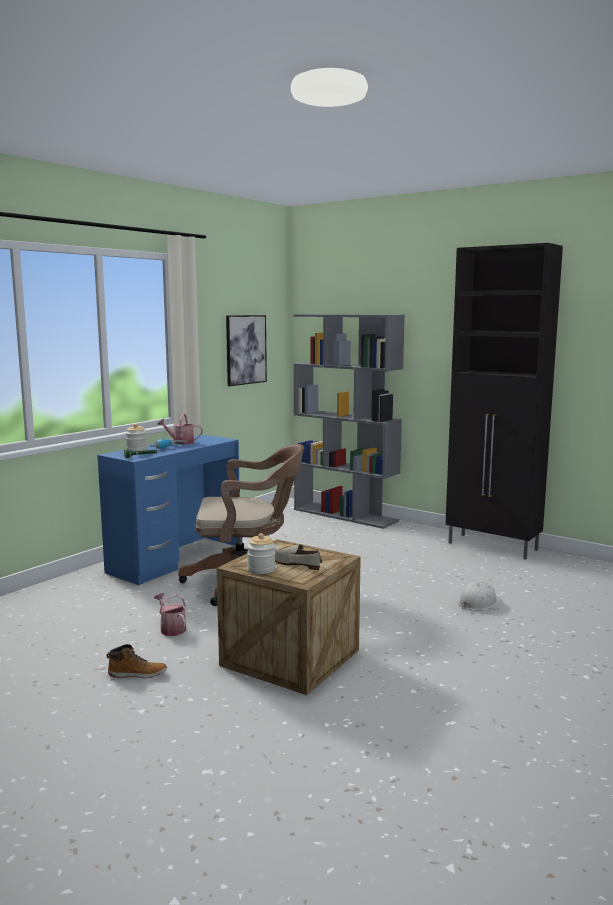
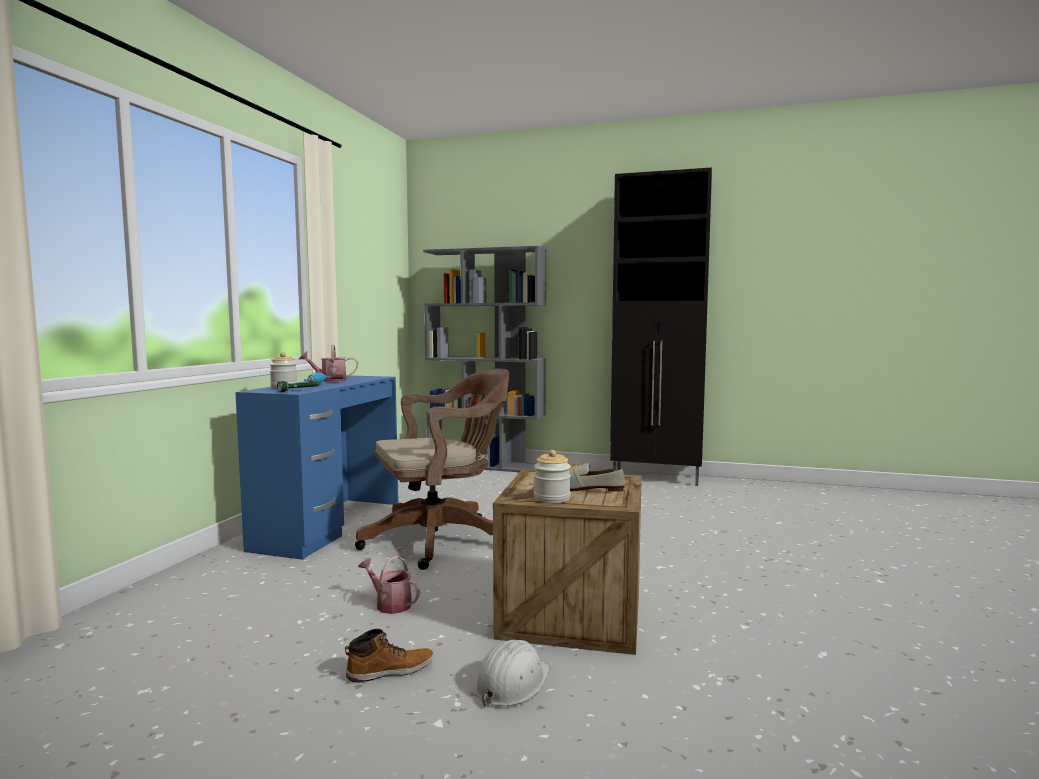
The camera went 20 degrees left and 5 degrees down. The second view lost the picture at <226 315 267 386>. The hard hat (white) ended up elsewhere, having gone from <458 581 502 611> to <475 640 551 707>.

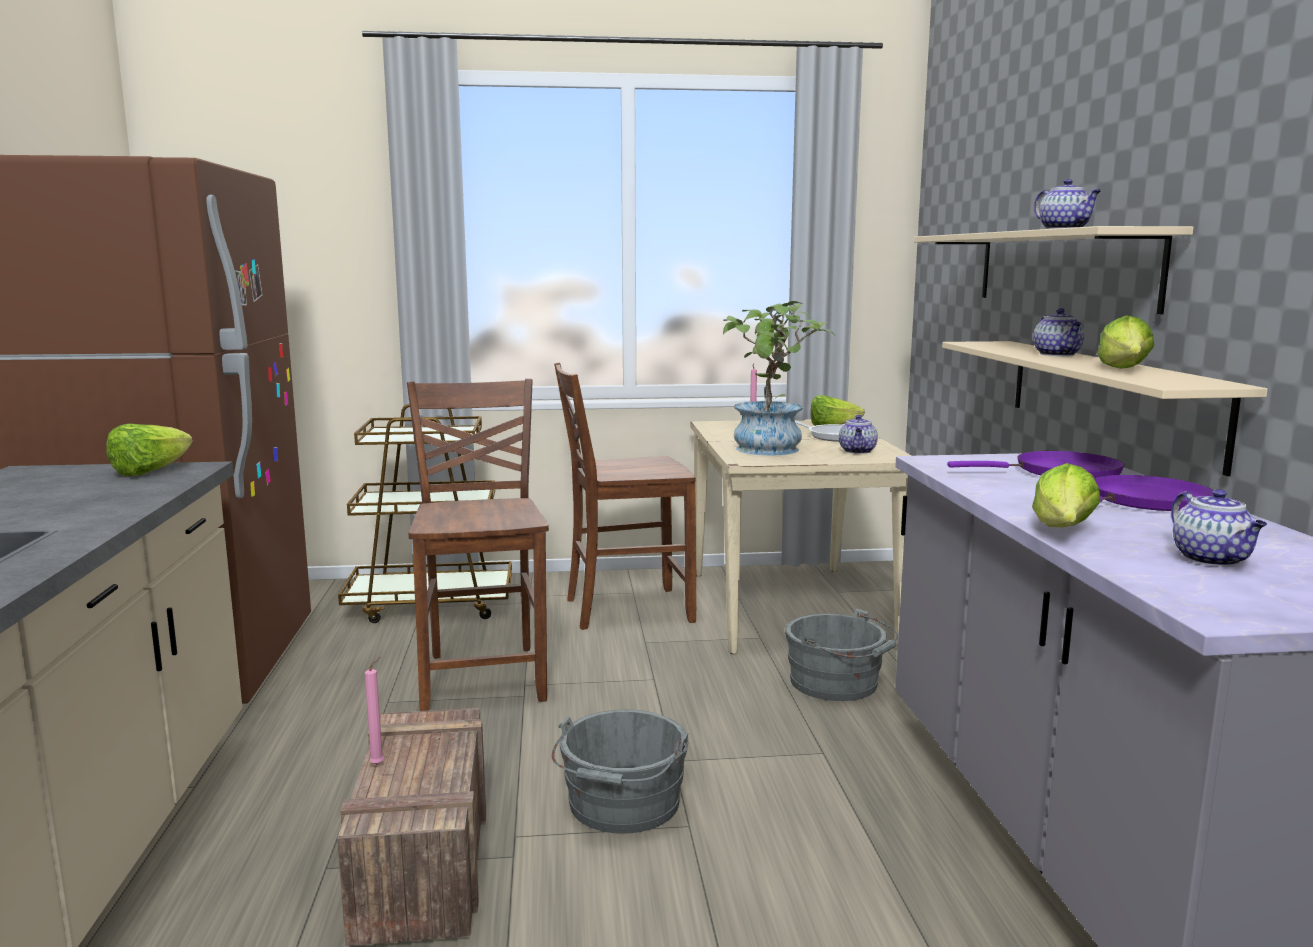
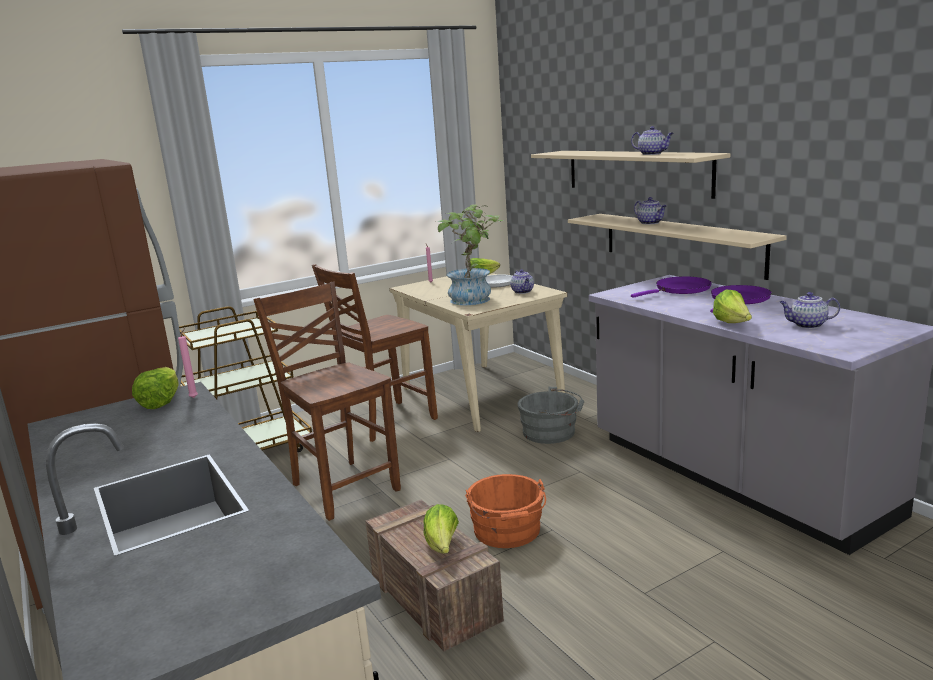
The camera went 25 degrees left and 5 degrees up. The candle (pink) ended up elsewhere, having gone from <365 657 384 765> to <178 328 198 398>. What was the bucket (grey) at <552 709 689 834> turned into the bucket (orange) at <465 474 546 548>. The lettuce ended up elsewhere, having gone from <1097 315 1154 369> to <423 504 459 554>. The teapot at <1171 489 1267 566> ended up facing another way, 135 degrees clockwise from before.

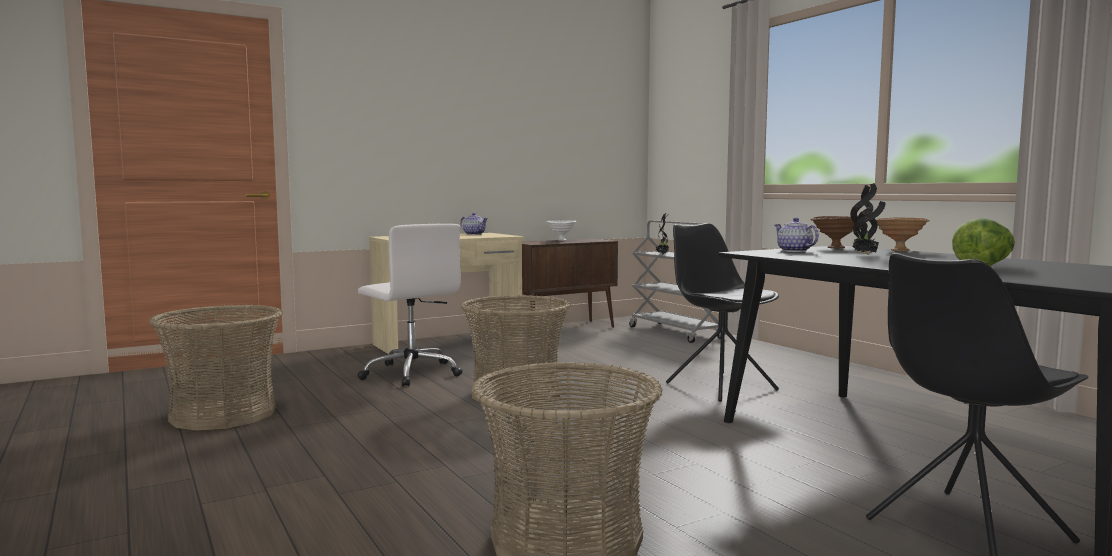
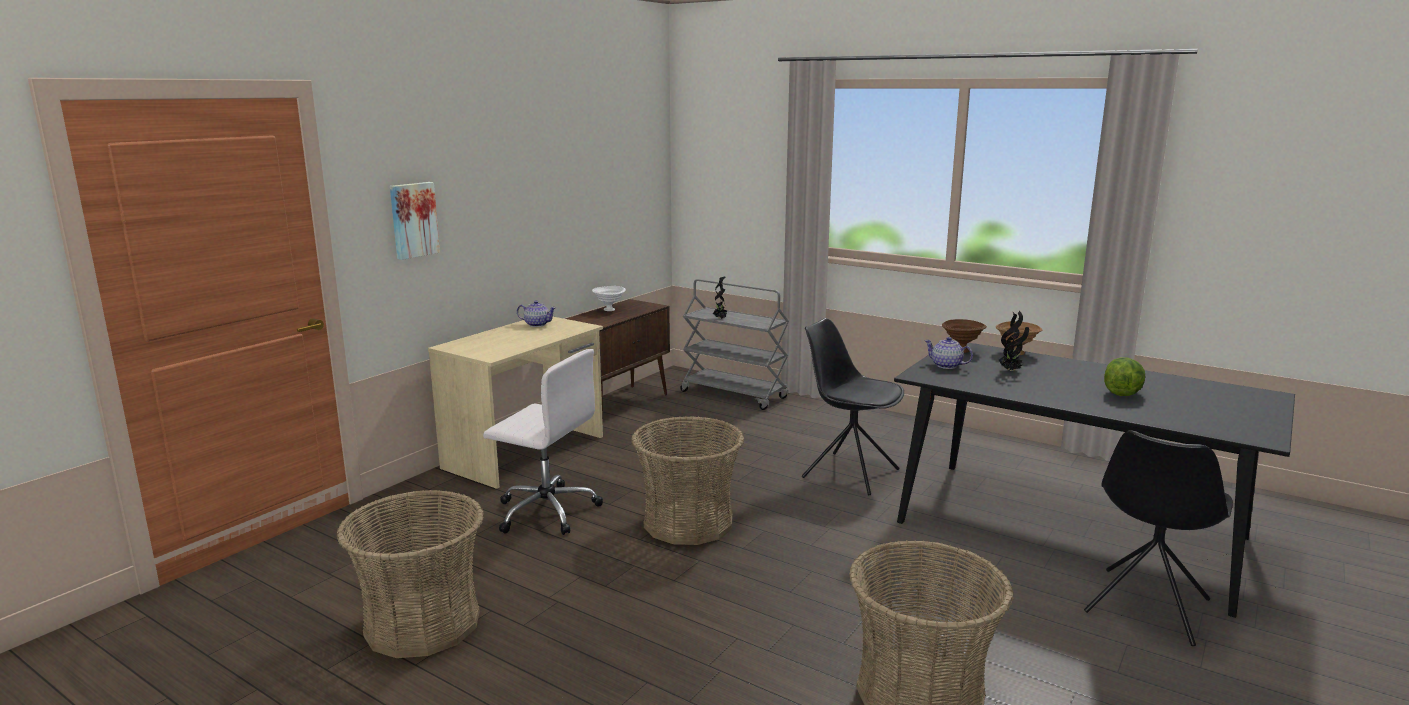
The camera went 25 degrees left and 10 degrees up. The second view gained the picture at <390 182 440 260>.

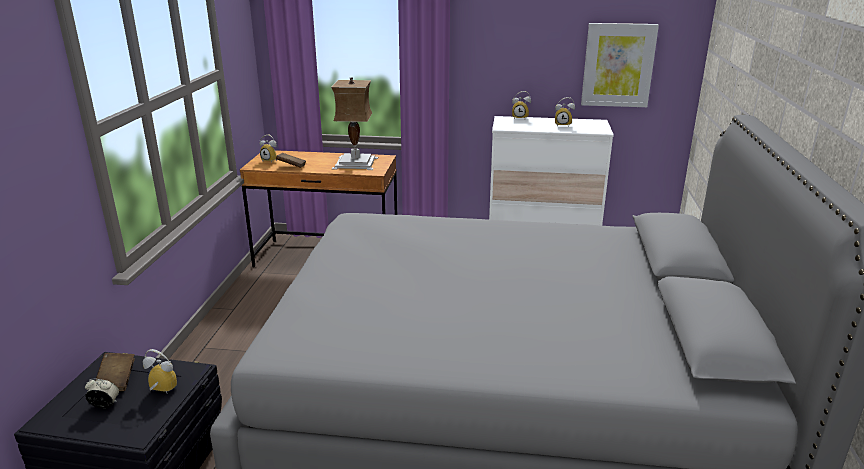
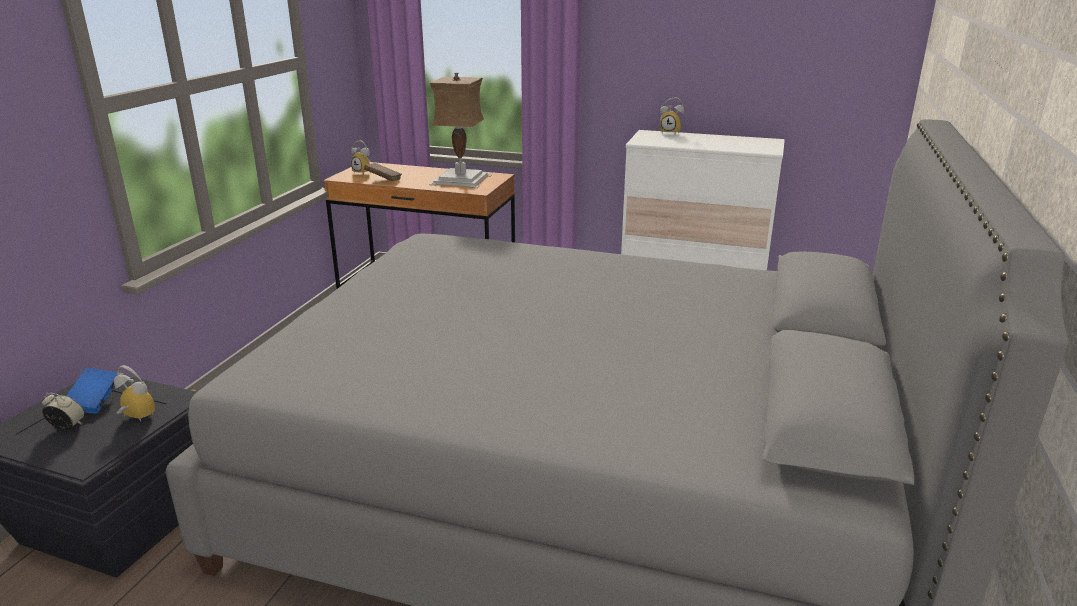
The camera went 10 degrees right and 0 degrees up. What was the book (brown) at <95 353 135 391> turned into the book (blue) at <66 368 117 414>. The second view lost the alarm clock at <555 97 575 127>. The second view lost the picture at <581 23 659 107>.

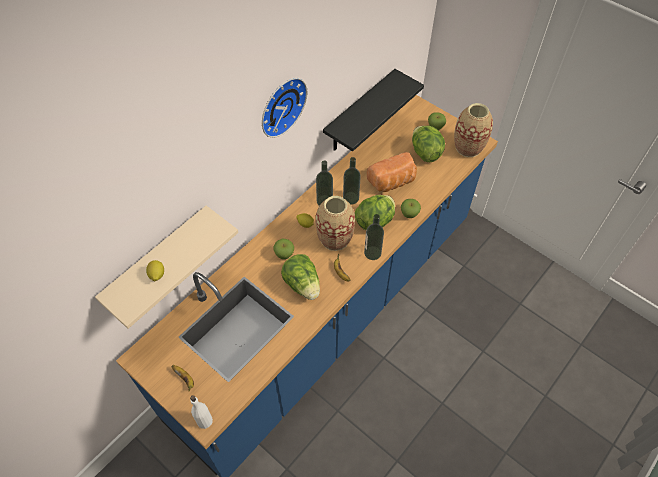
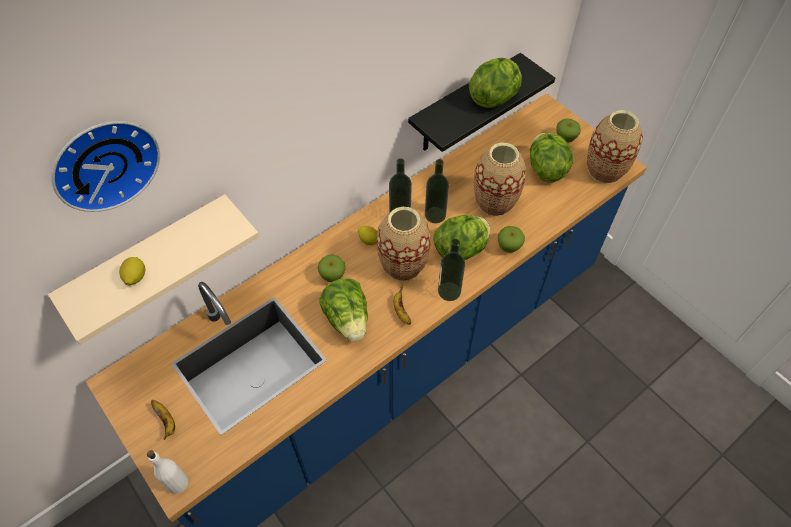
The camera went 10 degrees right and 0 degrees up. The wall clock ended up elsewhere, having gone from <262 78 307 138> to <52 121 160 212>. Where the bread stood at <367 152 417 192>, the vase came to stand at <474 143 526 217>. The second view gained the lettuce at <469 57 522 108>.

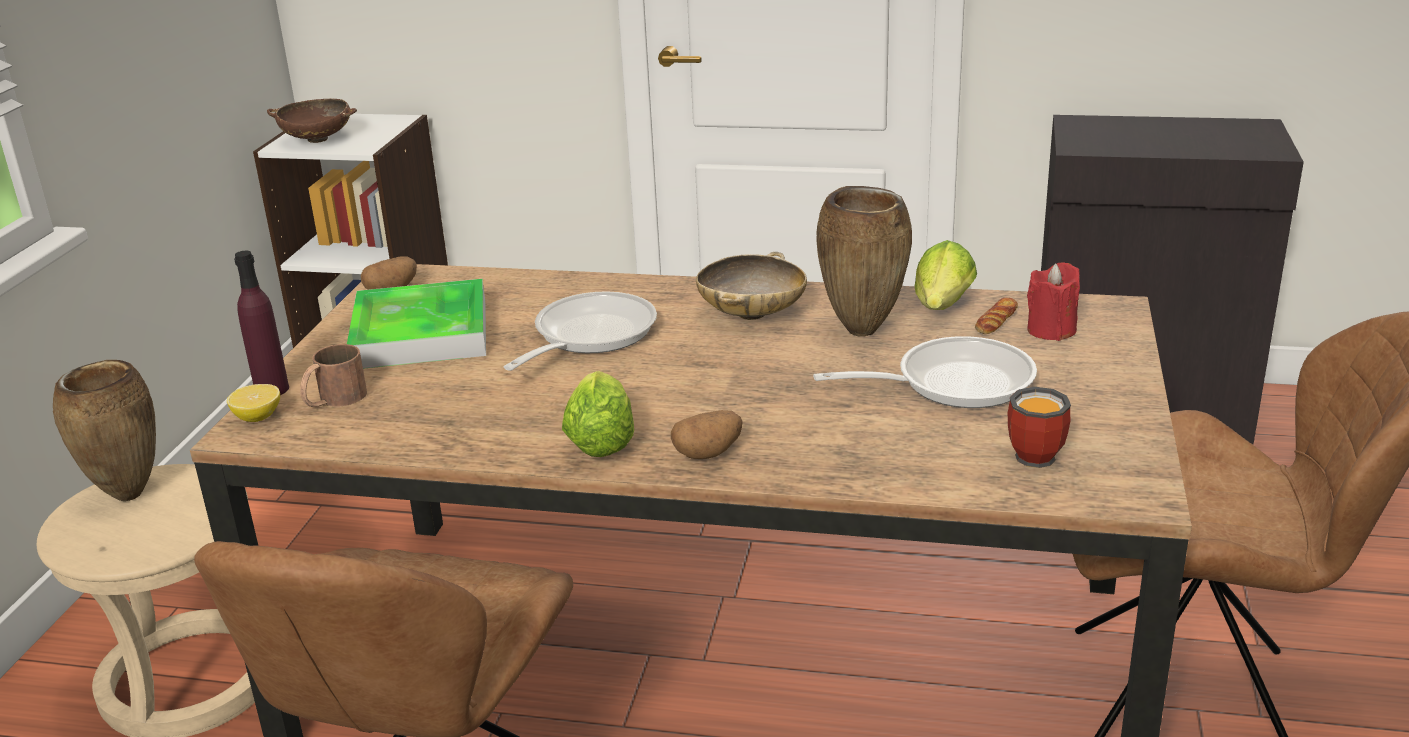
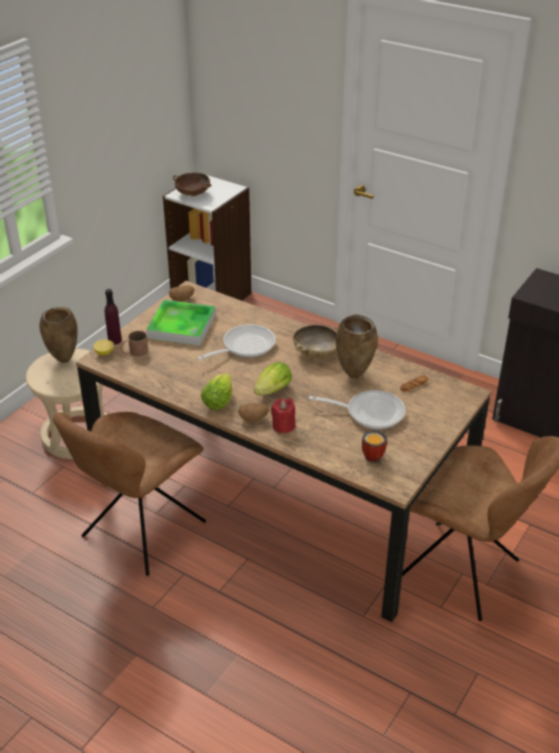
The camera went 20 degrees right and 10 degrees up. The lettuce ended up elsewhere, having gone from <914 240 977 310> to <254 362 292 395>. The candle (red) ended up elsewhere, having gone from <1027 262 1080 341> to <271 398 295 434>.

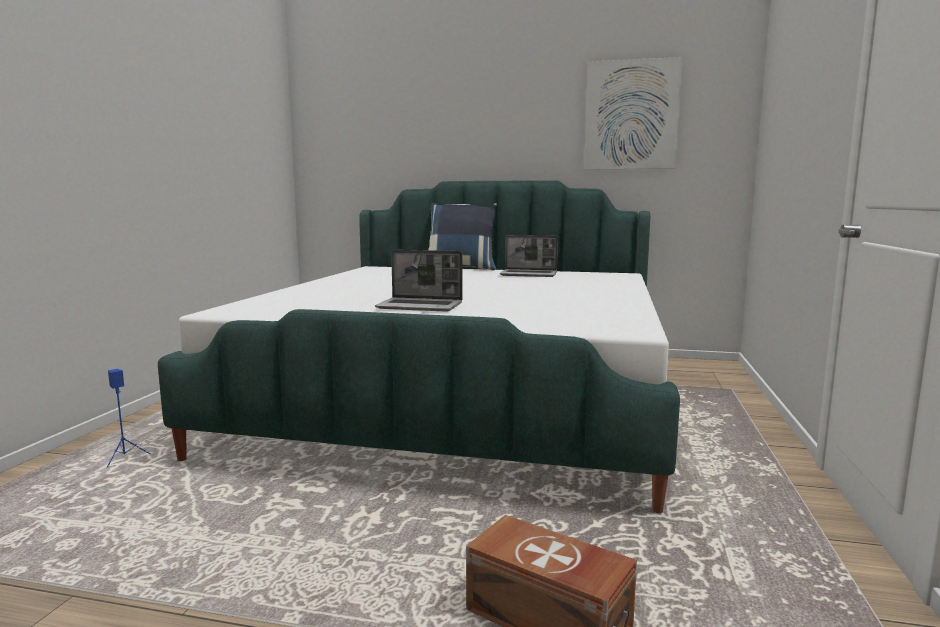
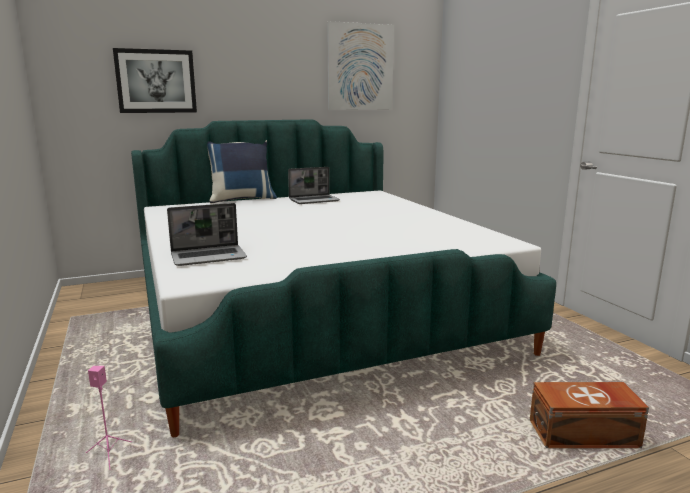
The camera went 35 degrees left and 5 degrees up. What was the speaker (blue) at <107 369 150 467> turned into the speaker (pink) at <86 366 132 470>. The laptop ended up elsewhere, having gone from <375 250 462 312> to <167 203 247 266>. The second view gained the picture at <113 48 197 113>.

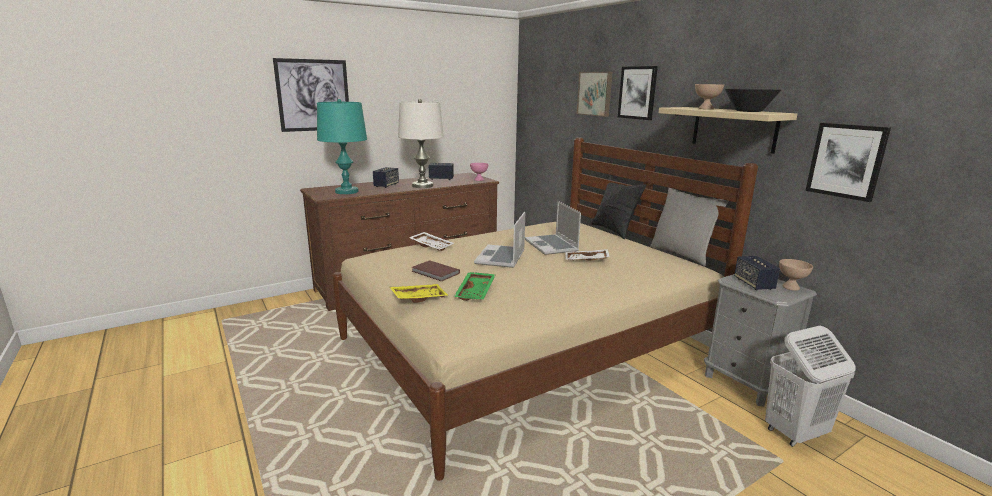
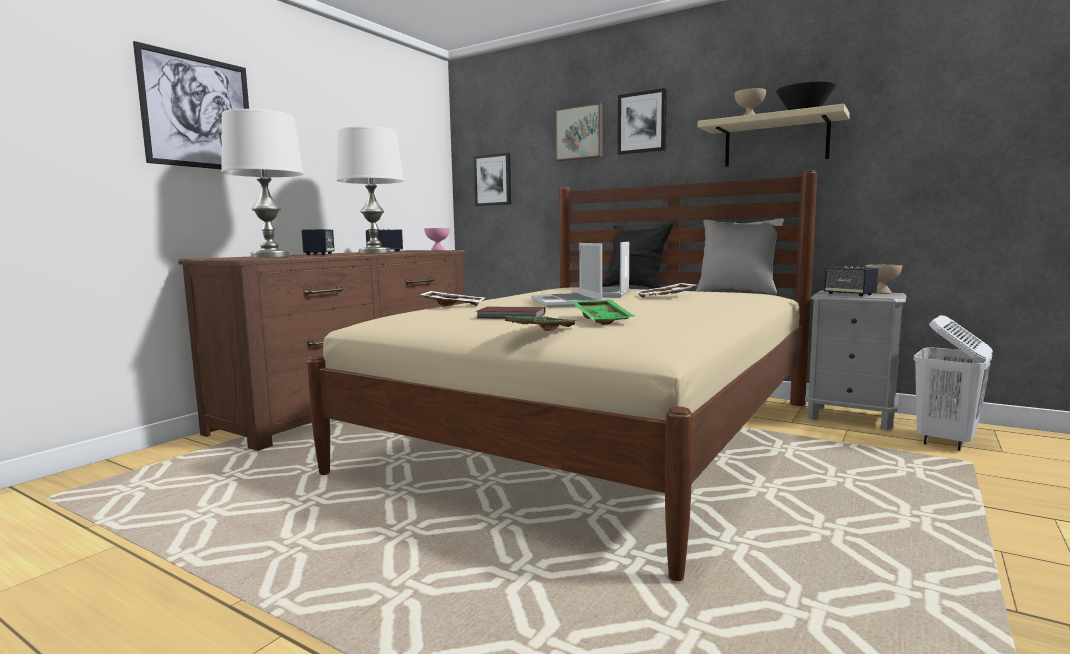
The camera went 25 degrees left and 10 degrees down. What was the table lamp (turquoise) at <317 99 367 194> turned into the table lamp (white) at <221 109 304 258>. What was the tray (yellow) at <390 284 449 303> turned into the tray (green) at <502 316 580 331>. The laptop at <525 201 581 255> ended up facing another way, 60 degrees clockwise from before. The picture ended up elsewhere, having gone from <805 123 891 202> to <474 153 511 206>.

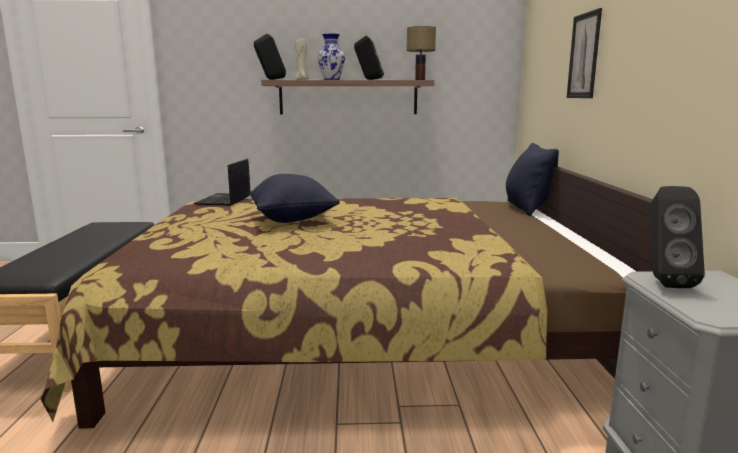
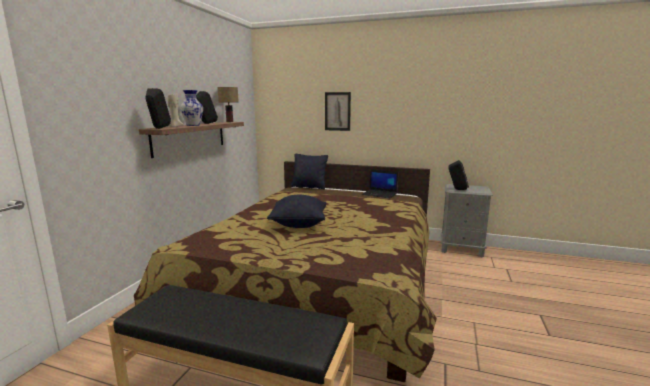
The camera went 70 degrees left and 0 degrees up. The laptop ended up elsewhere, having gone from <194 159 250 206> to <362 169 398 198>.

